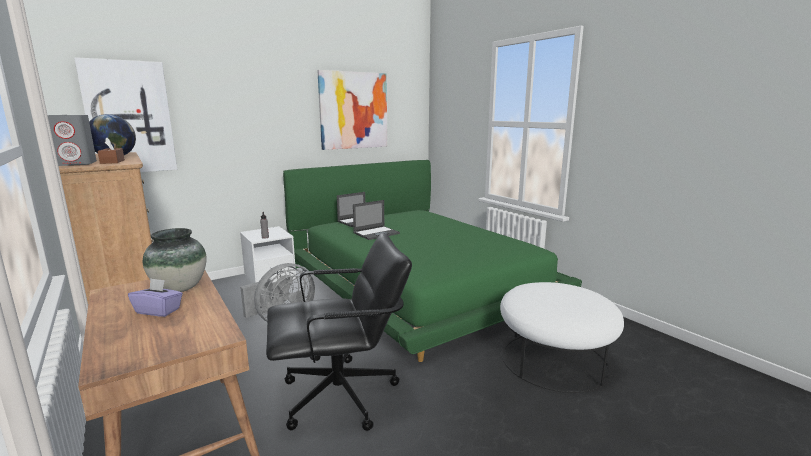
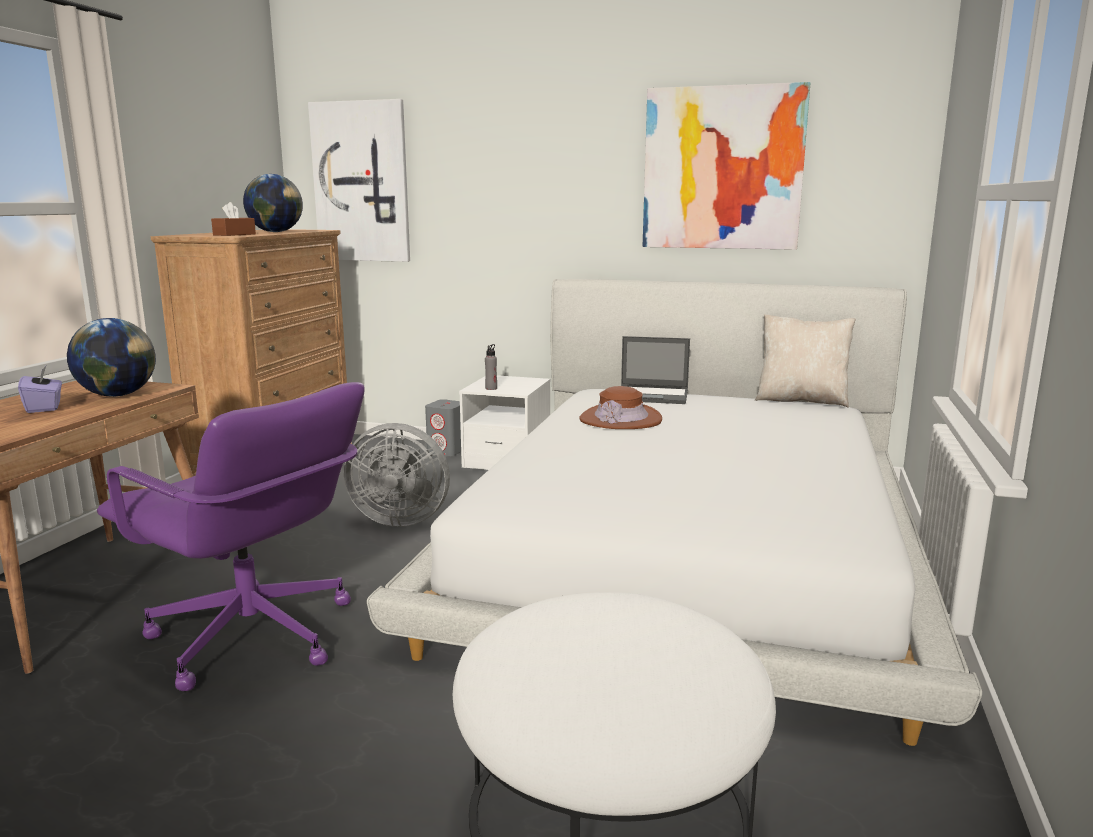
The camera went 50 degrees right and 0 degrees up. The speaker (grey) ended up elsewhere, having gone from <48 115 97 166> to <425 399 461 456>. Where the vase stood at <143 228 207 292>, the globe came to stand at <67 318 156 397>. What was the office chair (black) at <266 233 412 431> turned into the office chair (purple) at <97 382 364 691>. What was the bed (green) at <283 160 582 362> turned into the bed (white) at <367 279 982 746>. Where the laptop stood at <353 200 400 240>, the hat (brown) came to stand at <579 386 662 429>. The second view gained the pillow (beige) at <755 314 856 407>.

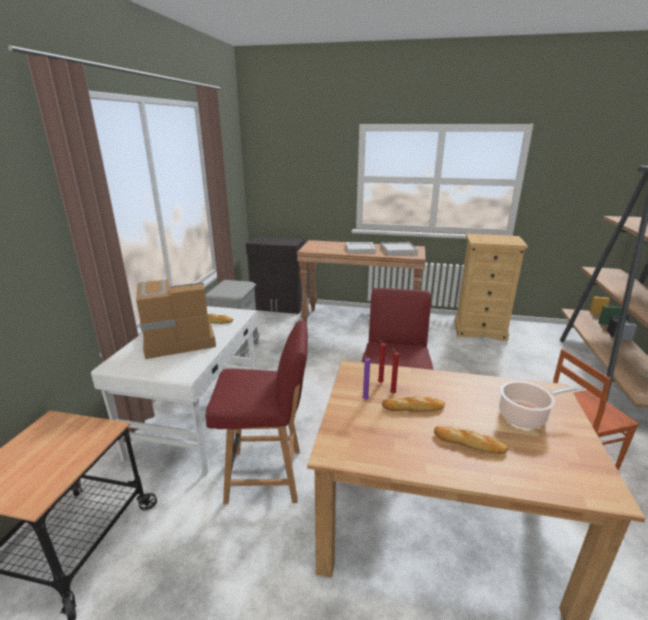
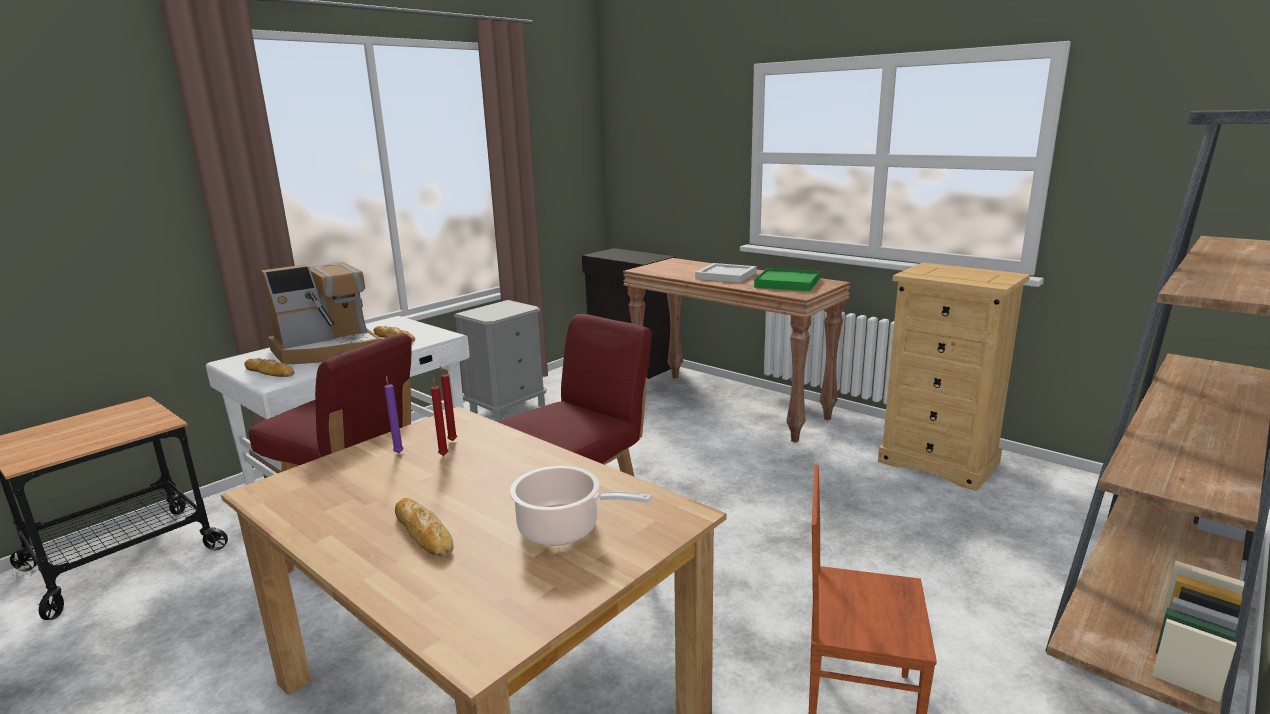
The camera went 30 degrees right and 5 degrees down. The coffee machine at <136 279 216 359> ended up facing another way, 135 degrees clockwise from before. What was the tray (white) at <381 242 418 255> turned into the tray (green) at <754 268 820 291>. The bread ended up elsewhere, having gone from <382 396 445 411> to <245 358 295 377>.

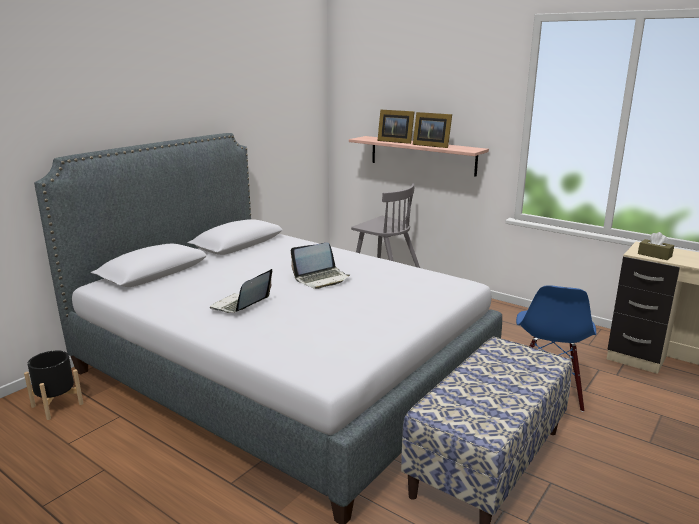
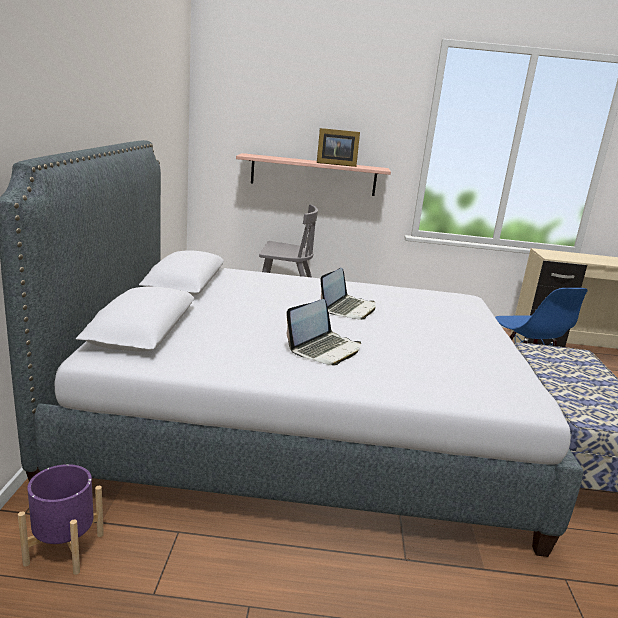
The camera went 35 degrees left and 0 degrees up. What was the planter (black) at <24 350 83 420> turned into the planter (purple) at <18 464 104 575>. The laptop at <210 269 272 313> ended up facing another way, 135 degrees counterclockwise from before. The second view lost the picture frame at <377 110 415 144>. The second view lost the tissue box (brown) at <638 232 674 260>.

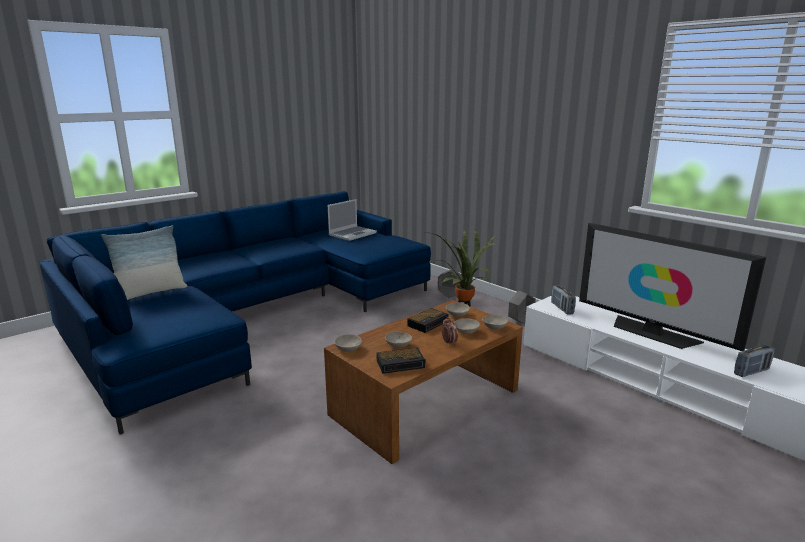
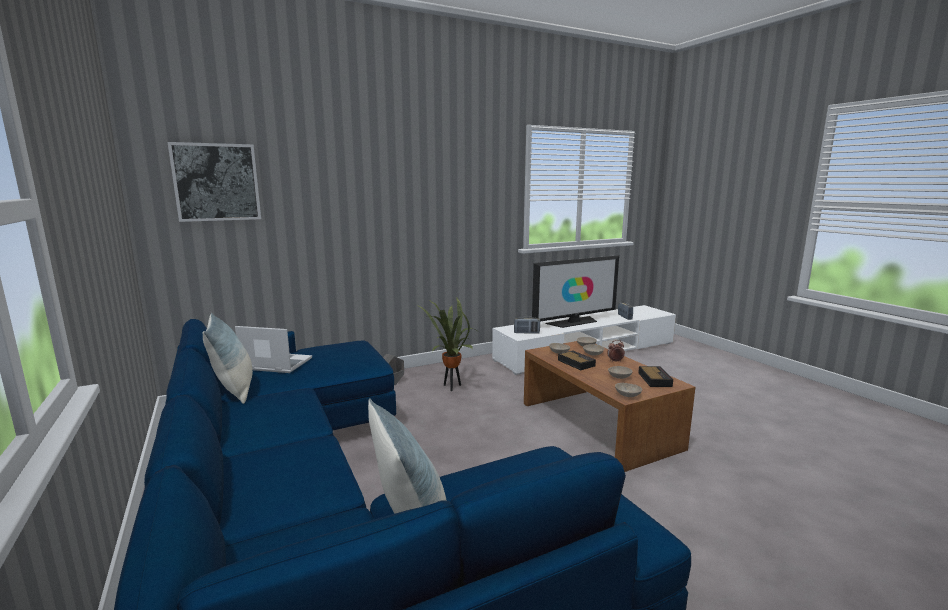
The camera went 75 degrees left and 5 degrees down. The laptop at <328 199 377 241> ended up facing another way, 45 degrees counterclockwise from before. The second view lost the planter (grey) at <508 291 536 324>. The second view gained the picture at <168 142 261 222>. The second view gained the pillow at <203 313 253 404>.

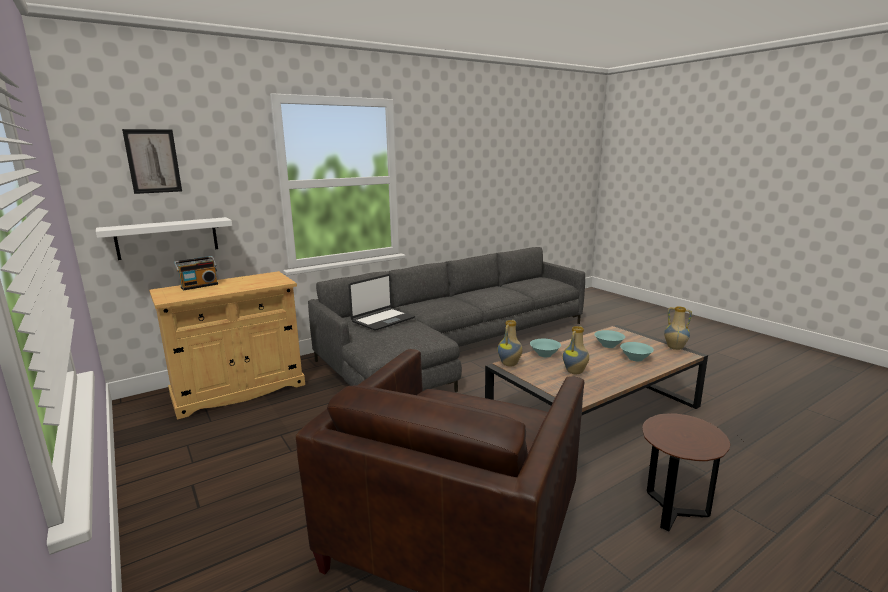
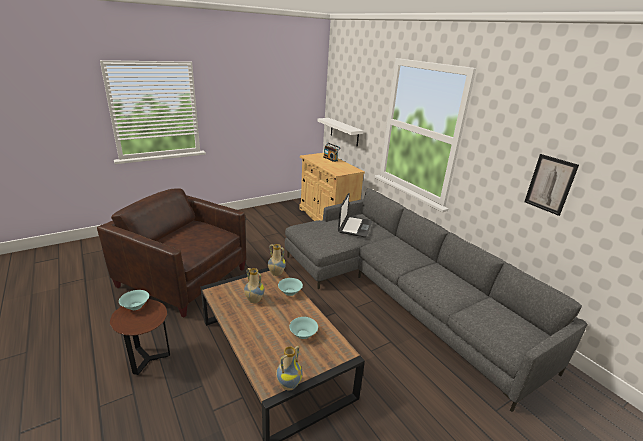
The camera went 90 degrees right and 10 degrees up. The picture ended up elsewhere, having gone from <122 129 182 194> to <524 154 579 216>. The laptop at <348 274 415 331> ended up facing another way, 120 degrees counterclockwise from before. The bowl (turquoise) ended up elsewhere, having gone from <620 342 654 361> to <119 290 149 310>.

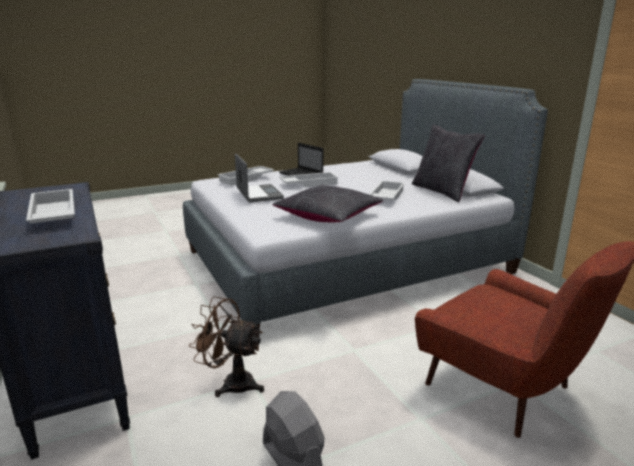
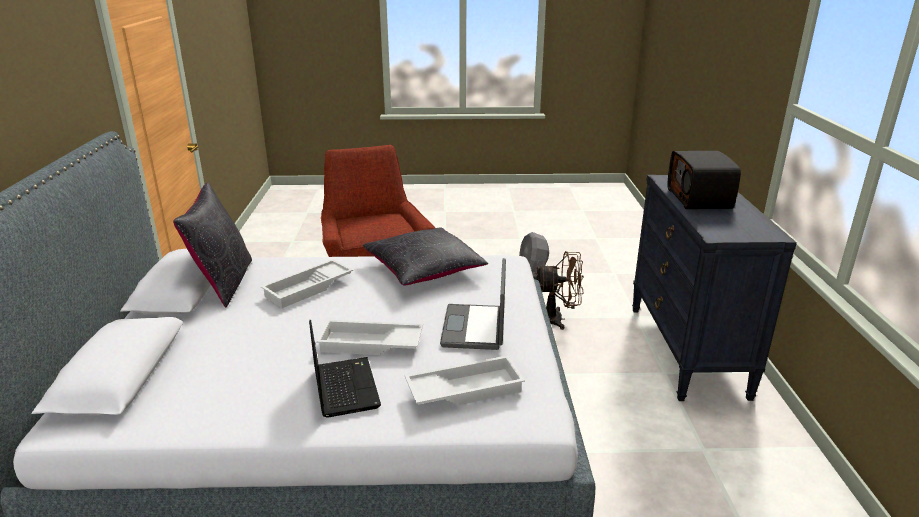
The camera went 155 degrees left and 5 degrees up. Where the tray (white) stood at <26 189 75 224>, the radio came to stand at <667 151 741 209>. The fan (brown) at <189 296 264 397> ended up facing another way, 45 degrees counterclockwise from before.

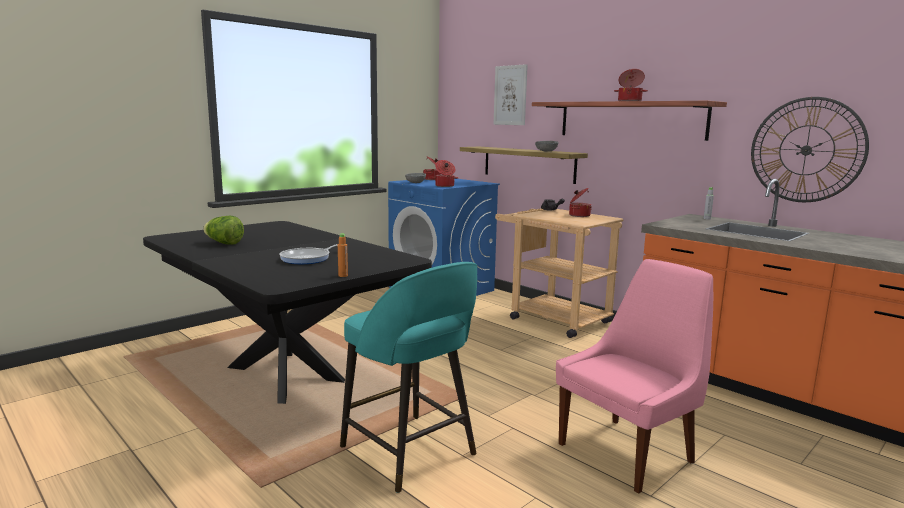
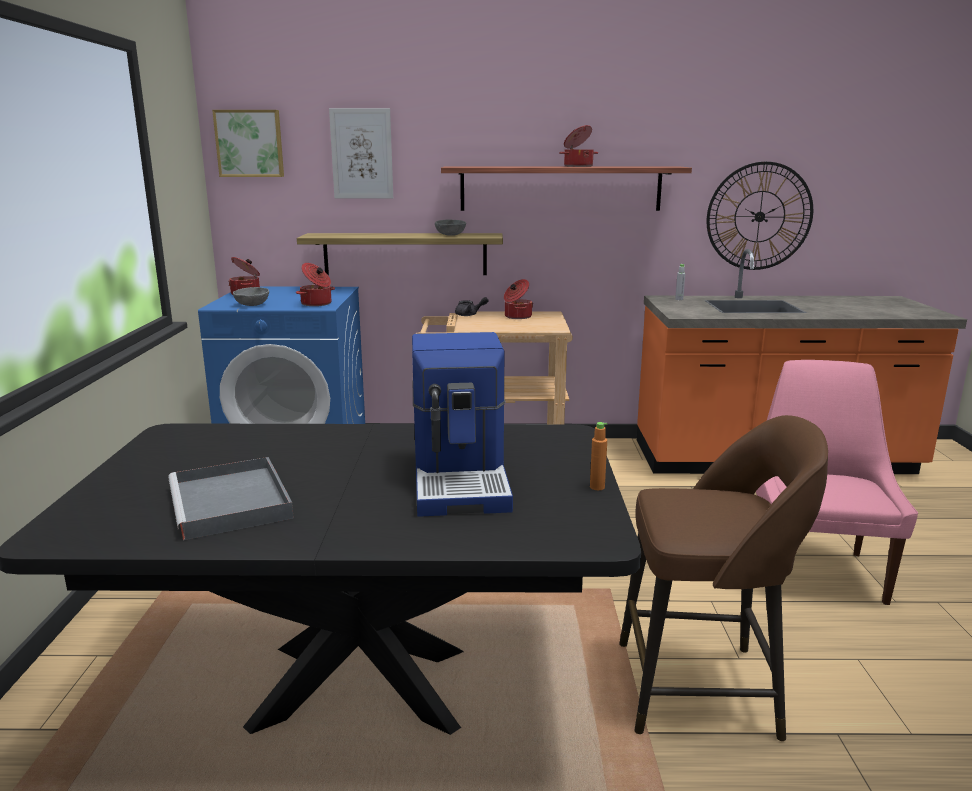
The camera went 45 degrees left and 5 degrees up. Where the lettuce stood at <203 216 244 245>, the tray (grey) came to stand at <168 457 294 540>. Where the frying pan stood at <279 244 338 264>, the coffee machine came to stand at <412 332 513 517>. What was the stool (turquoise) at <340 262 477 493> turned into the stool (brown) at <619 415 828 741>. The second view gained the picture at <212 110 284 177>.

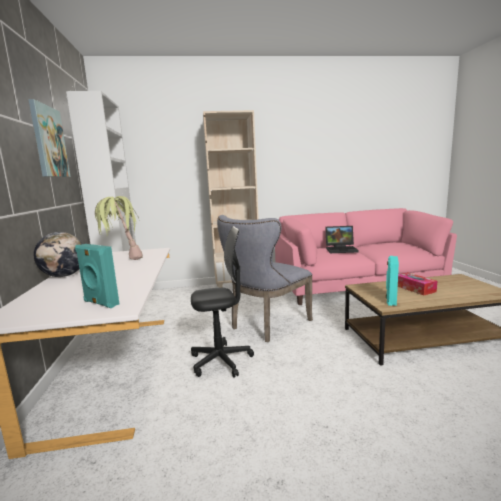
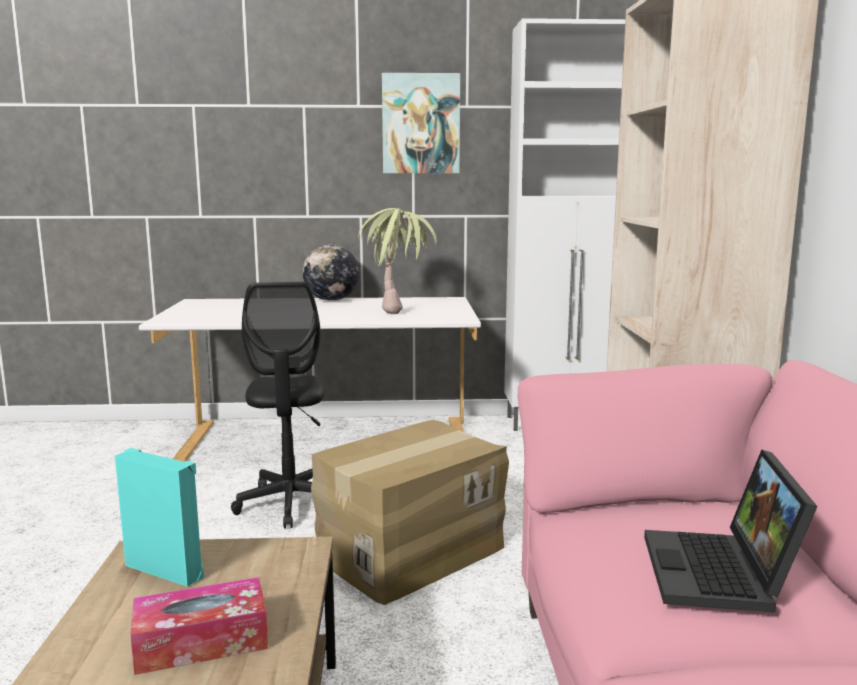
The camera went 95 degrees right and 0 degrees up. The second view lost the speaker (turquoise) at <75 244 119 308>. Where the chair (grey) stood at <217 215 313 342>, the cardboard box came to stand at <311 420 509 605>.

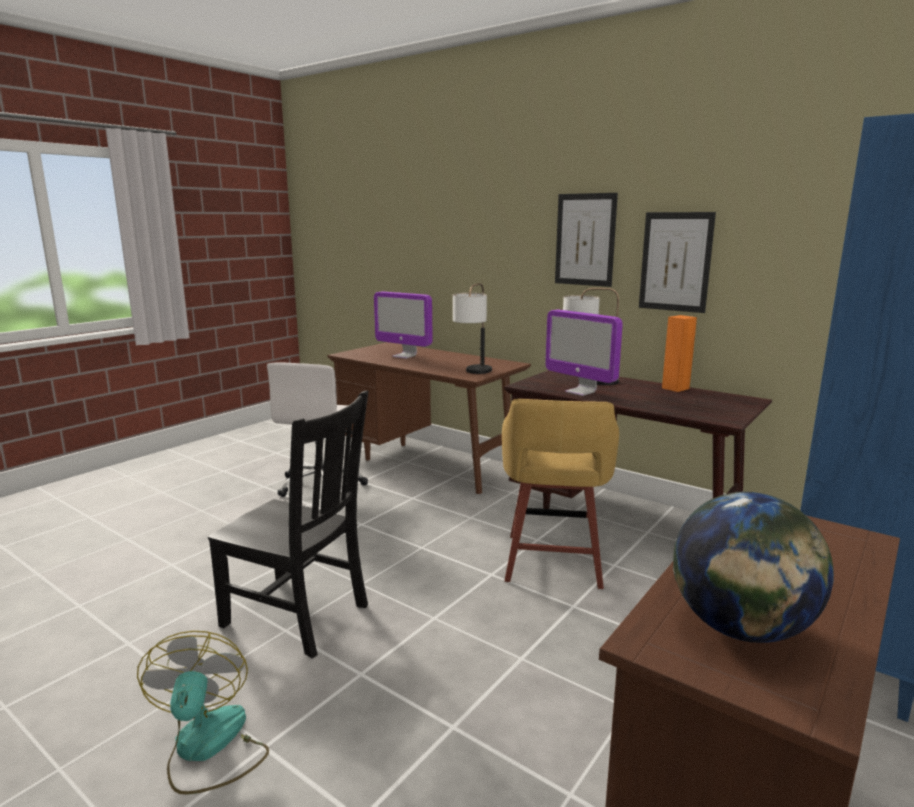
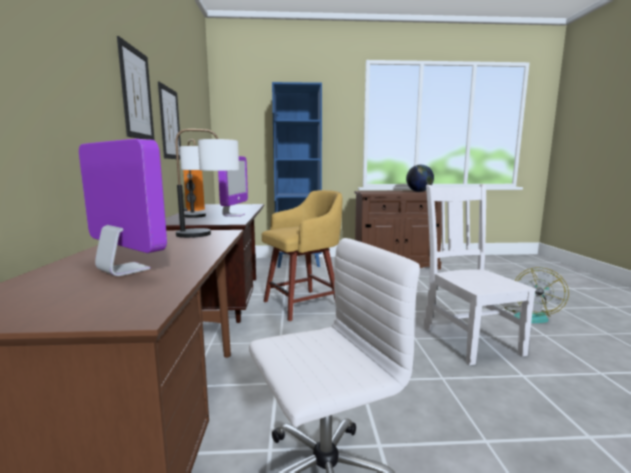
The camera went 130 degrees left and 5 degrees down. What was the chair (black) at <208 390 369 658> turned into the chair (white) at <423 184 536 365>. The monitor at <374 291 432 359> ended up facing another way, 45 degrees counterclockwise from before.

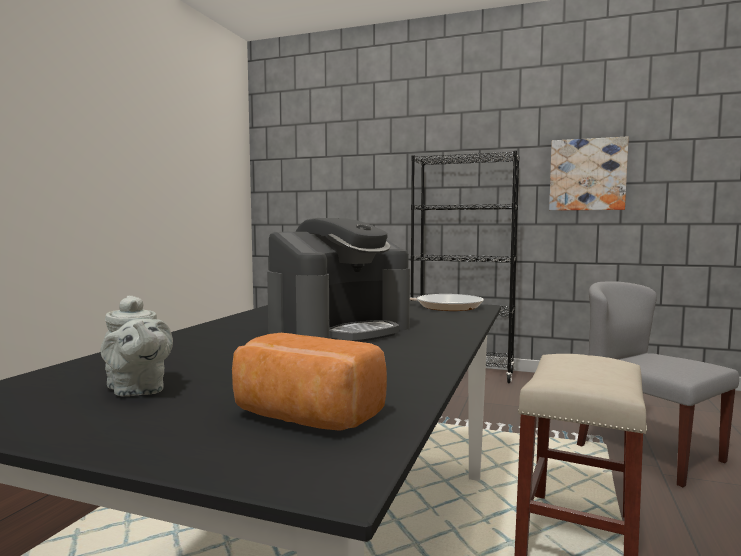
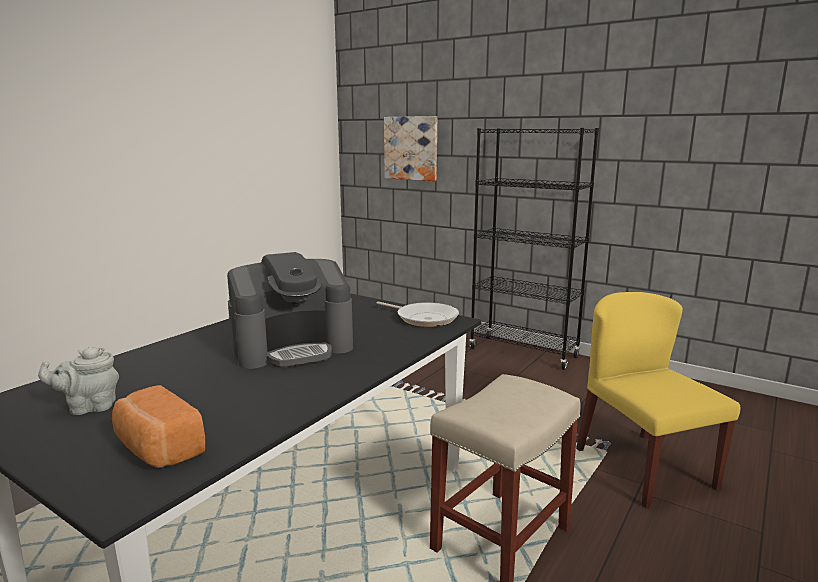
The camera went 15 degrees right and 10 degrees up. The teapot (grey) at <100 296 173 396> ended up facing another way, 90 degrees clockwise from before. The picture ended up elsewhere, having gone from <549 137 629 211> to <384 116 437 181>. What was the chair (grey) at <577 281 739 487> turned into the chair (yellow) at <576 292 740 509>.

